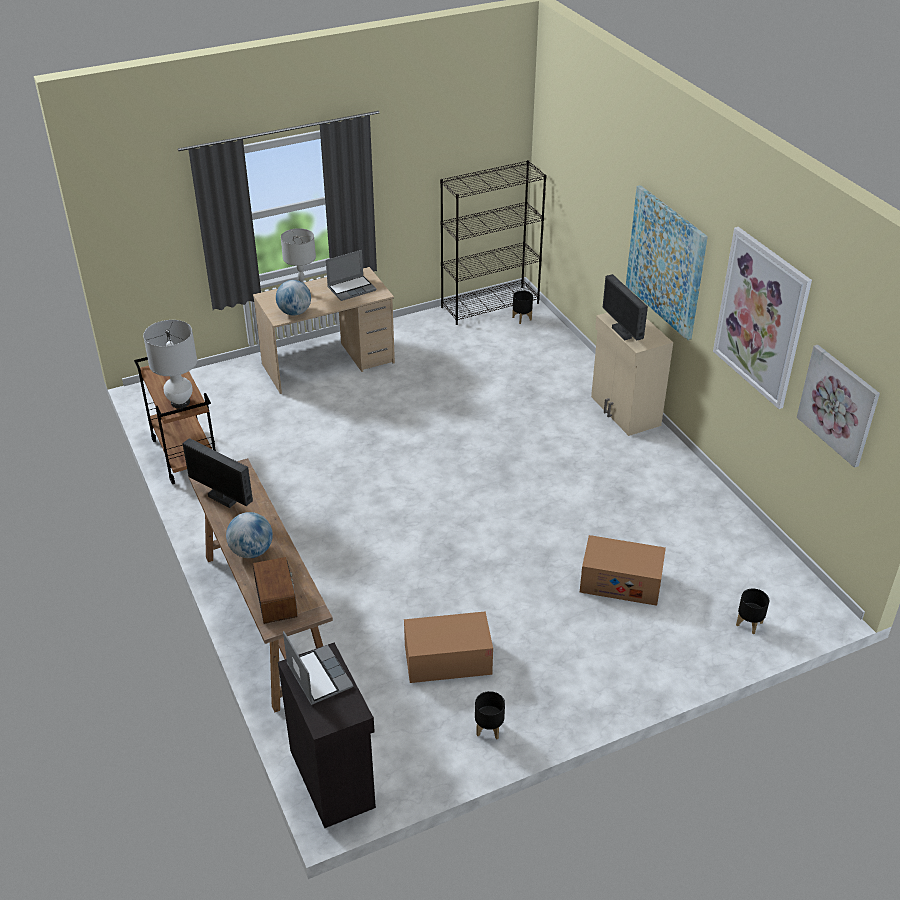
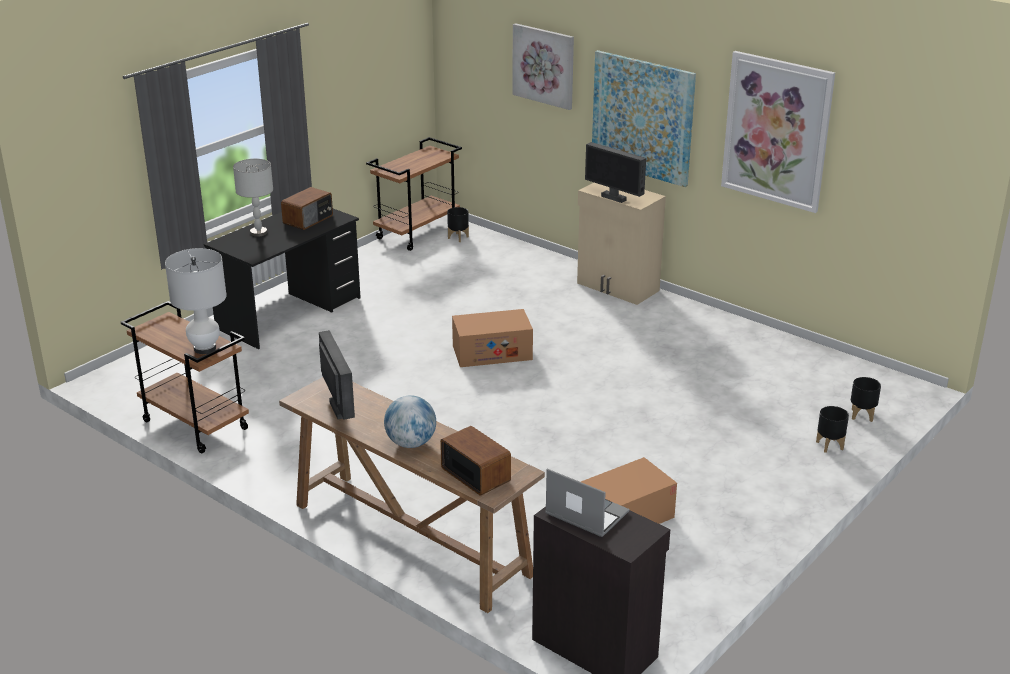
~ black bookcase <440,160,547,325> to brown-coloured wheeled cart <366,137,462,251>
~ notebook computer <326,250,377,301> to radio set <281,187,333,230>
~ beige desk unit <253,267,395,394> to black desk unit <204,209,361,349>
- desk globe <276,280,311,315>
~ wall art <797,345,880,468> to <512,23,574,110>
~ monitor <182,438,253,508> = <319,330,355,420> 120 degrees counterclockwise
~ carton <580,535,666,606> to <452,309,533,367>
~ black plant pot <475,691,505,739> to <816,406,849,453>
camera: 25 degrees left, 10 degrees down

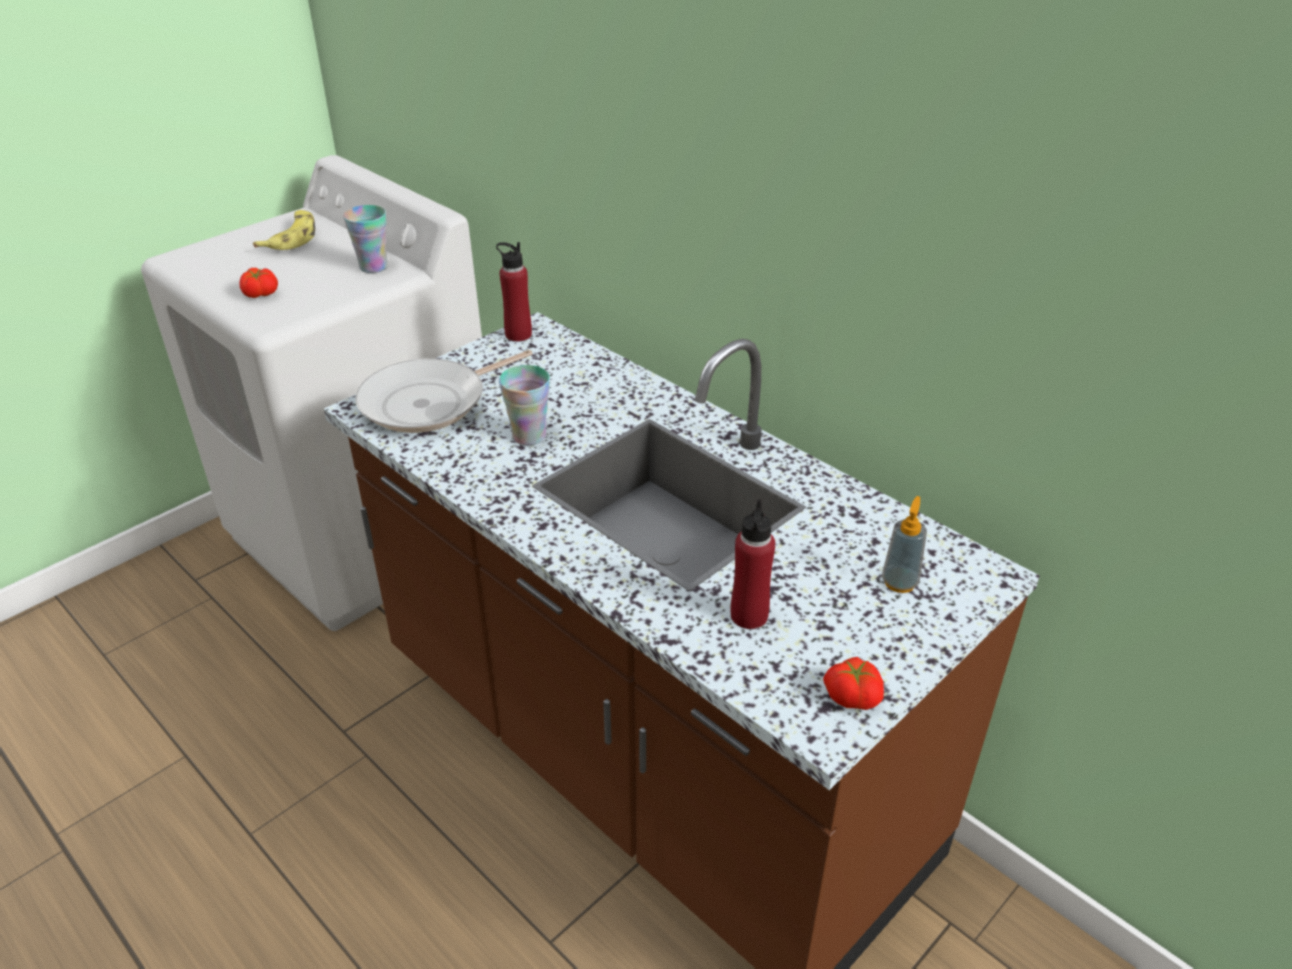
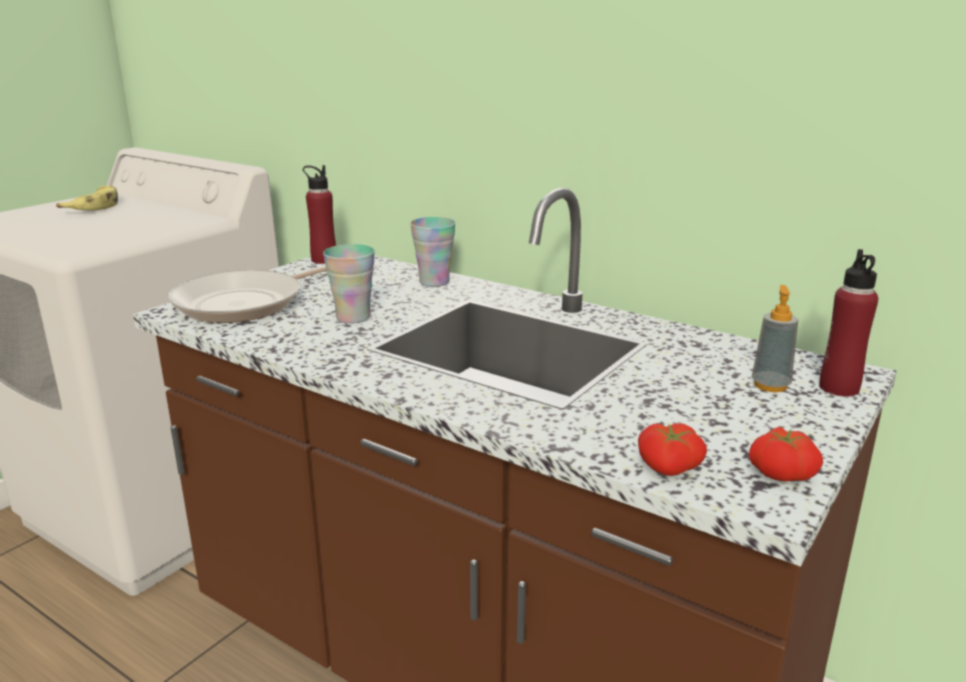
~ cup <343,205,388,273> to <410,217,455,287>
~ whole tomato <240,268,278,298> to <638,423,707,476>
~ red-coloured bottle <730,499,775,629> to <819,249,878,397>
camera: 10 degrees left, 15 degrees down

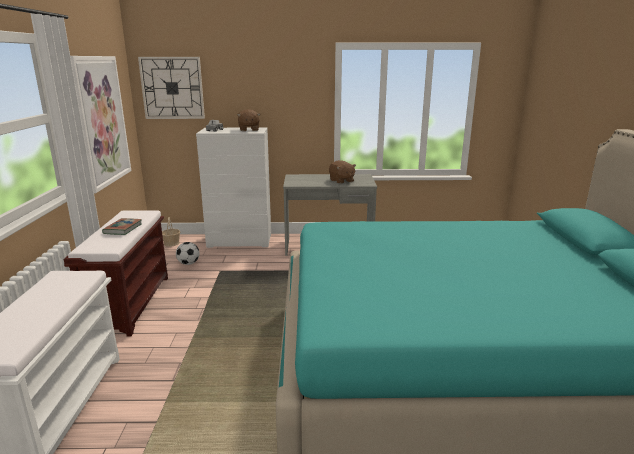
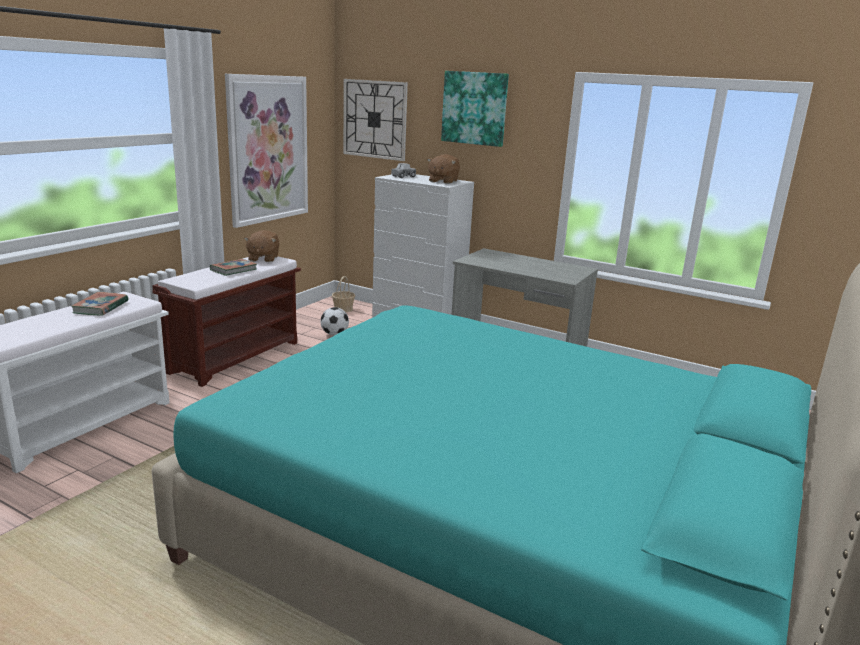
~ brown-coloured soft toy <329,160,356,184> to <244,230,280,262>
+ wall art <441,71,509,147>
+ bound book <71,292,129,316>
camera: 30 degrees right, 0 degrees up

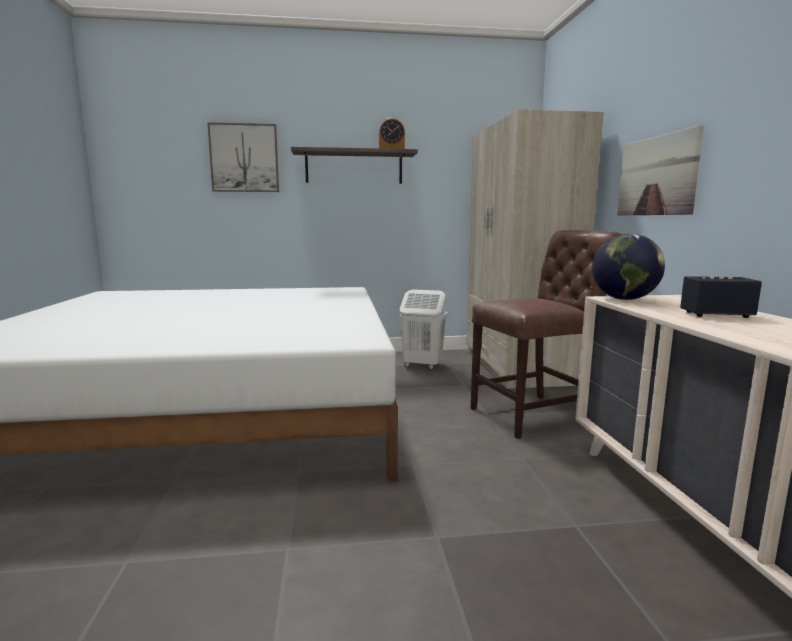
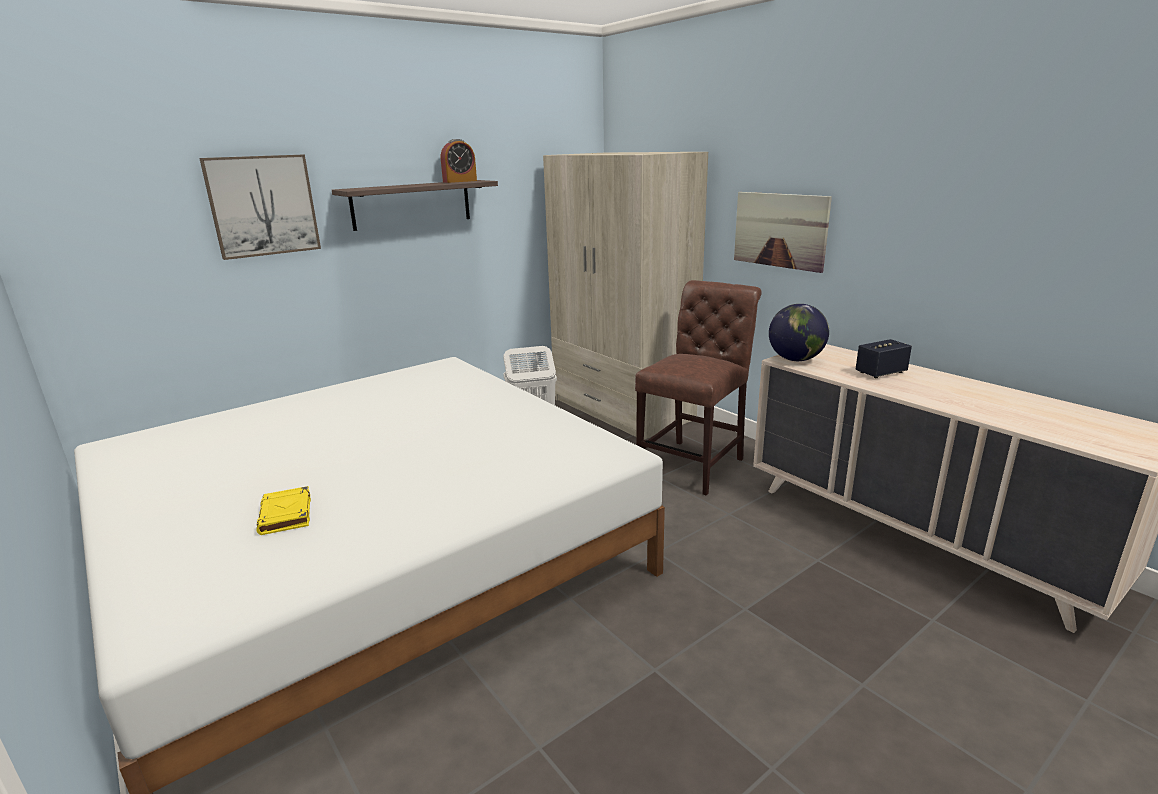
+ yellowish bound book <256,486,311,535>
camera: 30 degrees left, 10 degrees up

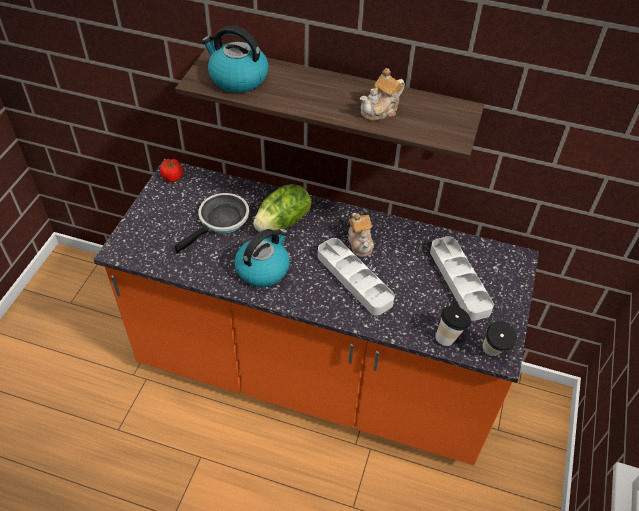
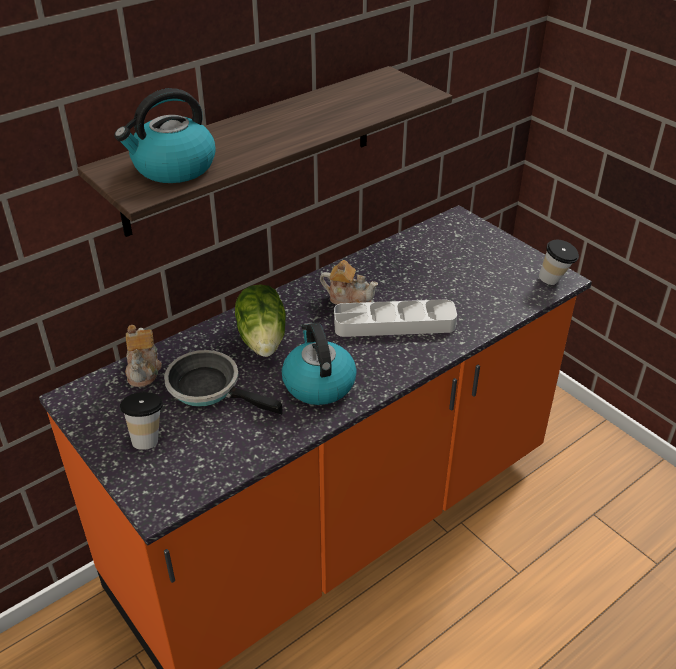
~ tea pot <360,68,405,121> to <125,325,162,387>
- whole tomato <160,159,183,182>
~ pan <175,193,249,253> = <164,350,283,415> 45 degrees counterclockwise
- greyish tray <430,236,494,321>
~ cup <435,306,471,346> to <120,392,163,450>
camera: 55 degrees left, 10 degrees down

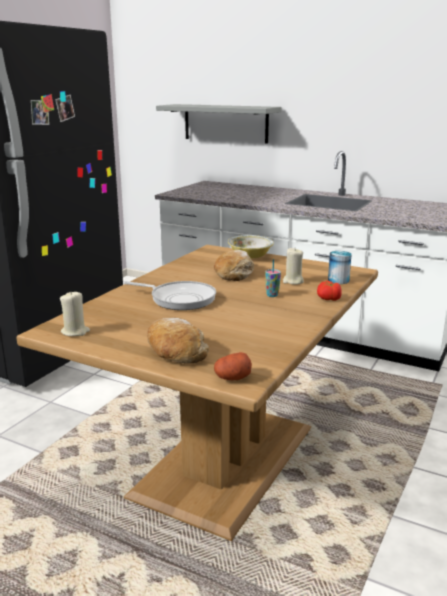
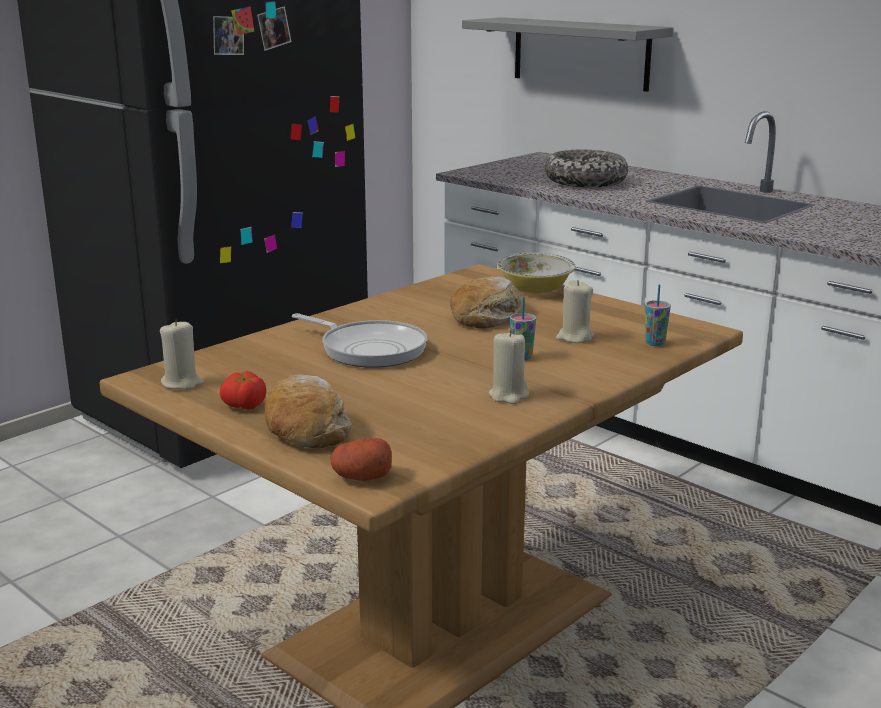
~ metal can <328,251,351,284> to cup <645,284,671,346>
~ whole tomato <317,281,342,301> to <220,371,266,410>
+ serving bowl <545,150,628,188>
+ beige wax candle <489,330,529,404>
camera: 15 degrees right, 0 degrees up

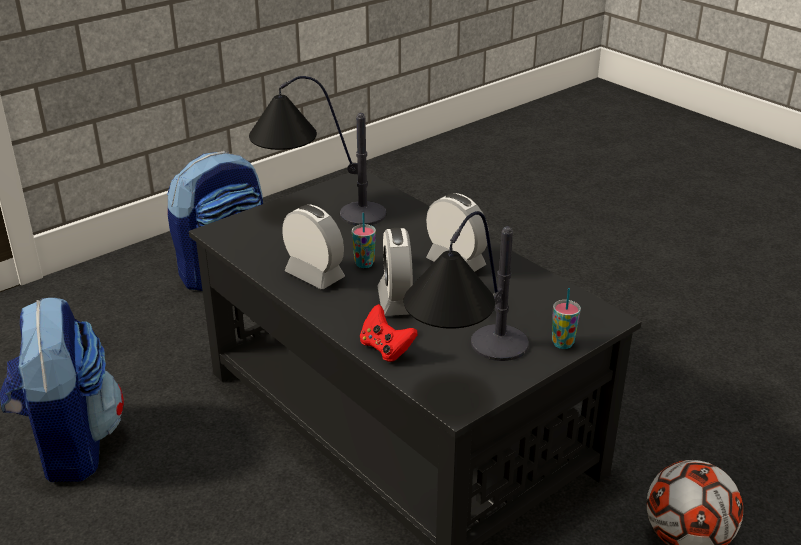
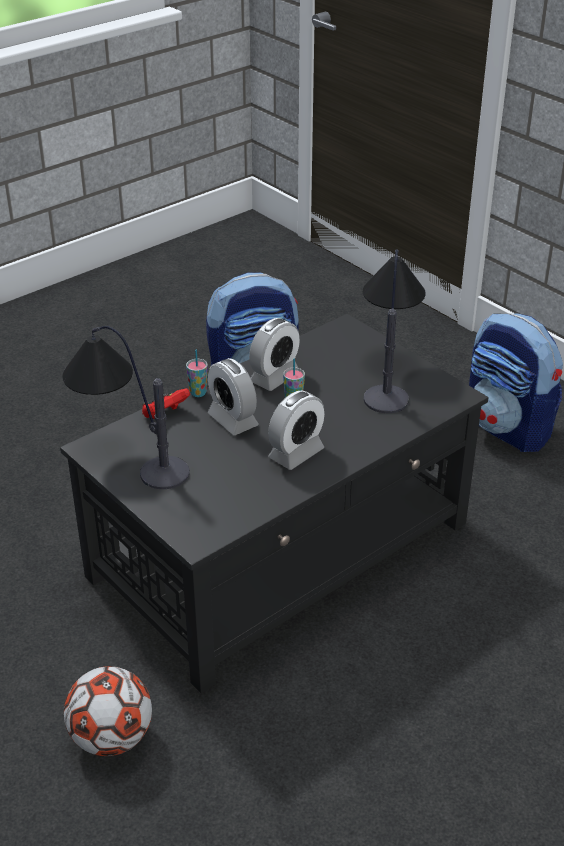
~ alarm clock <377,228,413,316> = <207,358,258,435> 120 degrees counterclockwise
~ cup <552,288,581,349> to <186,350,208,397>
camera: 90 degrees right, 5 degrees up

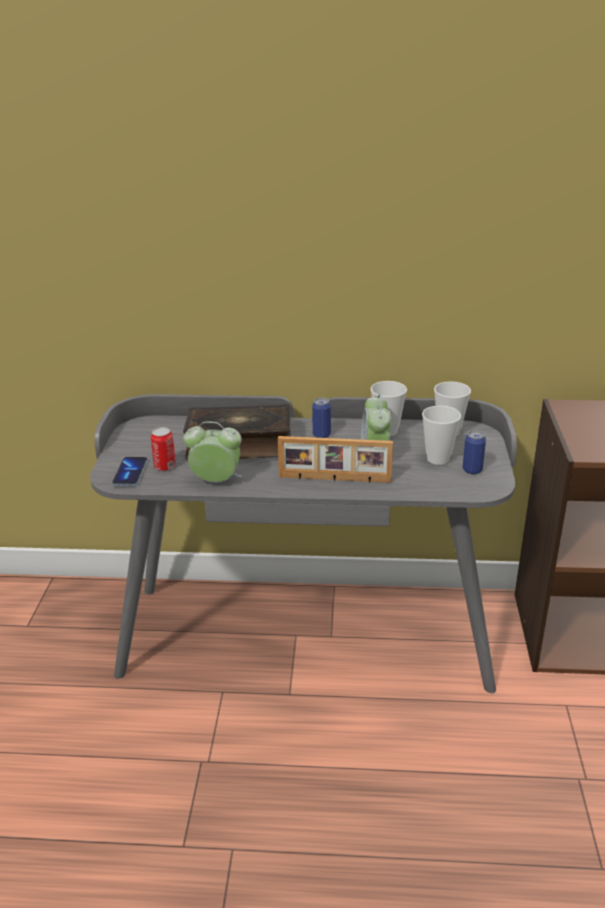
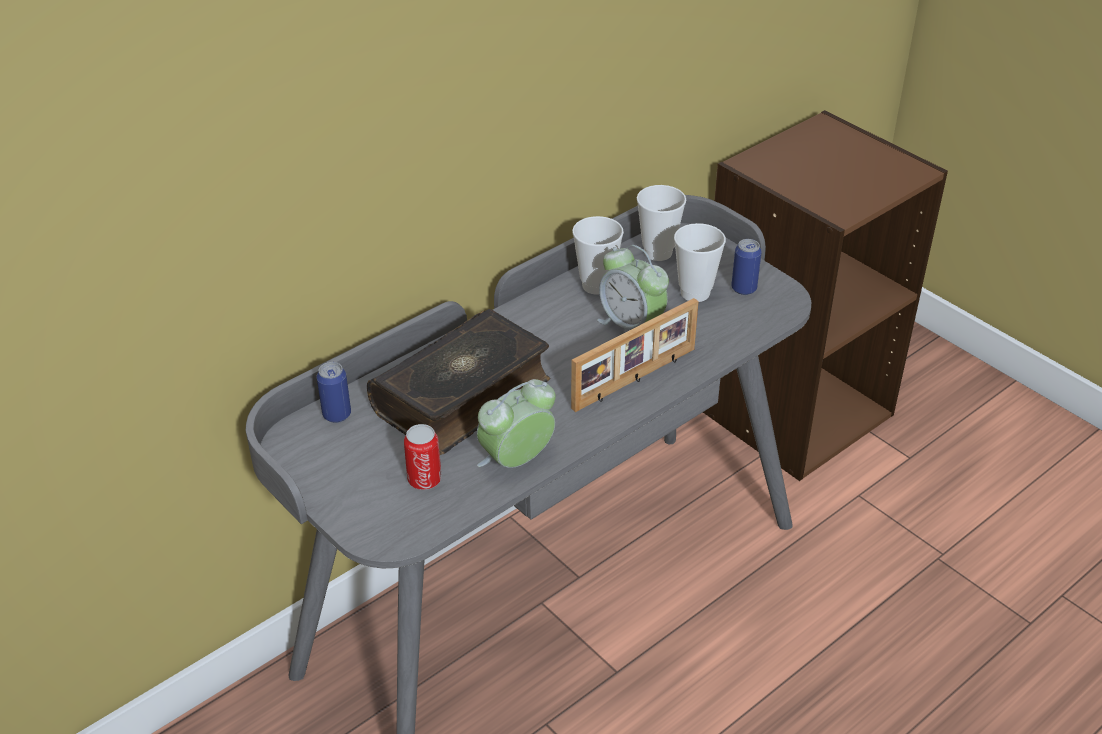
~ metal can <312,397,331,438> to <317,362,351,423>
- phone <112,457,148,486>
camera: 45 degrees left, 10 degrees up

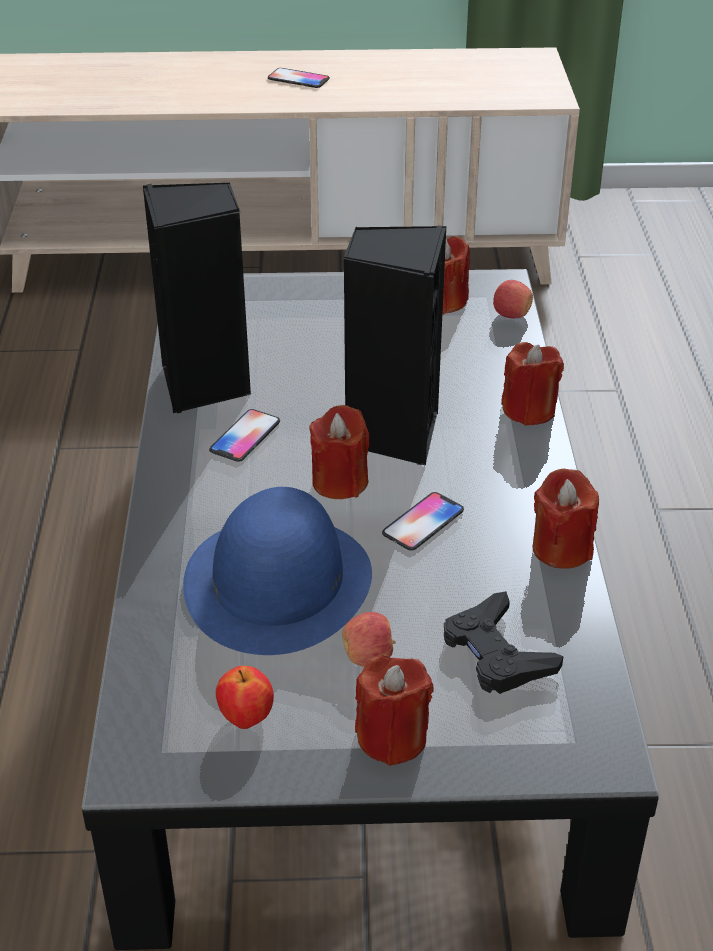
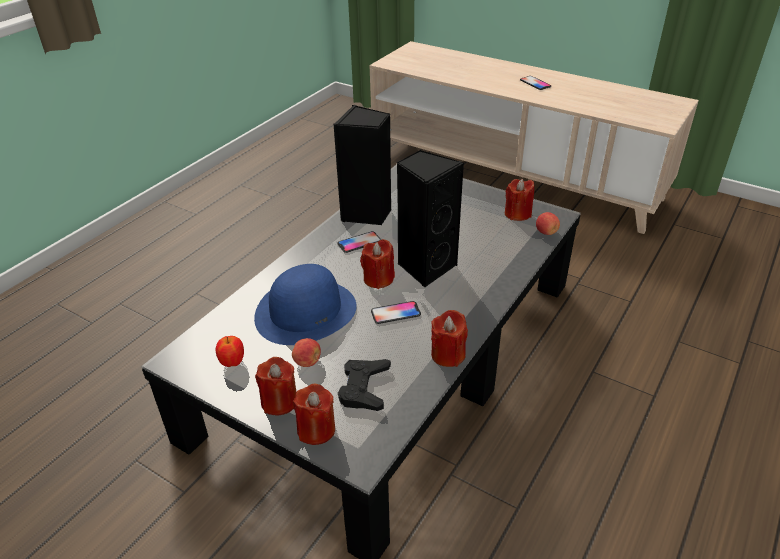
~ red-coloured wax candle <501,342,564,426> to <293,384,335,445>
camera: 35 degrees right, 0 degrees up

